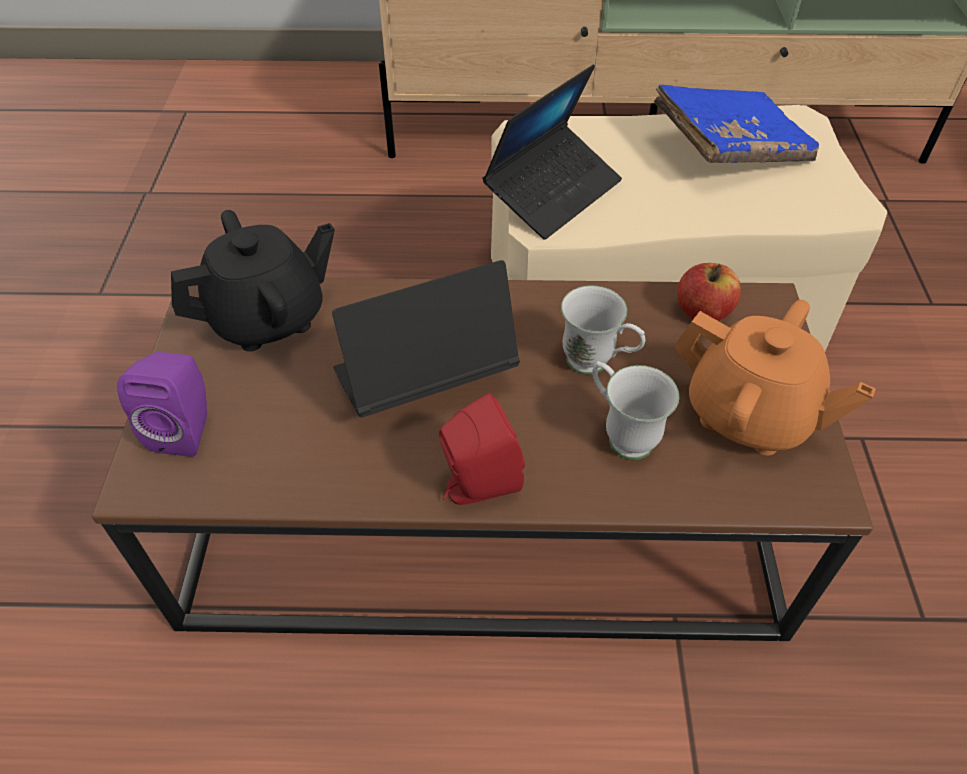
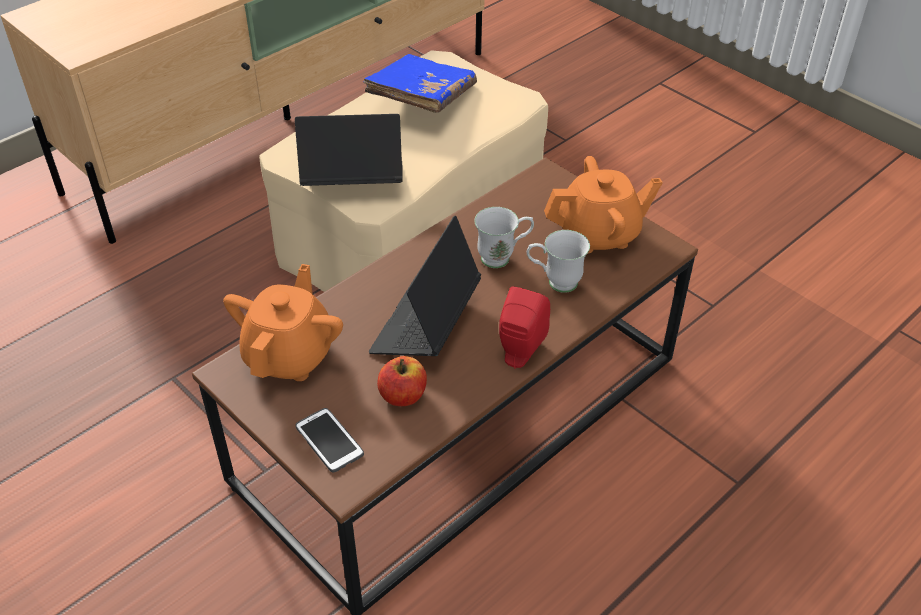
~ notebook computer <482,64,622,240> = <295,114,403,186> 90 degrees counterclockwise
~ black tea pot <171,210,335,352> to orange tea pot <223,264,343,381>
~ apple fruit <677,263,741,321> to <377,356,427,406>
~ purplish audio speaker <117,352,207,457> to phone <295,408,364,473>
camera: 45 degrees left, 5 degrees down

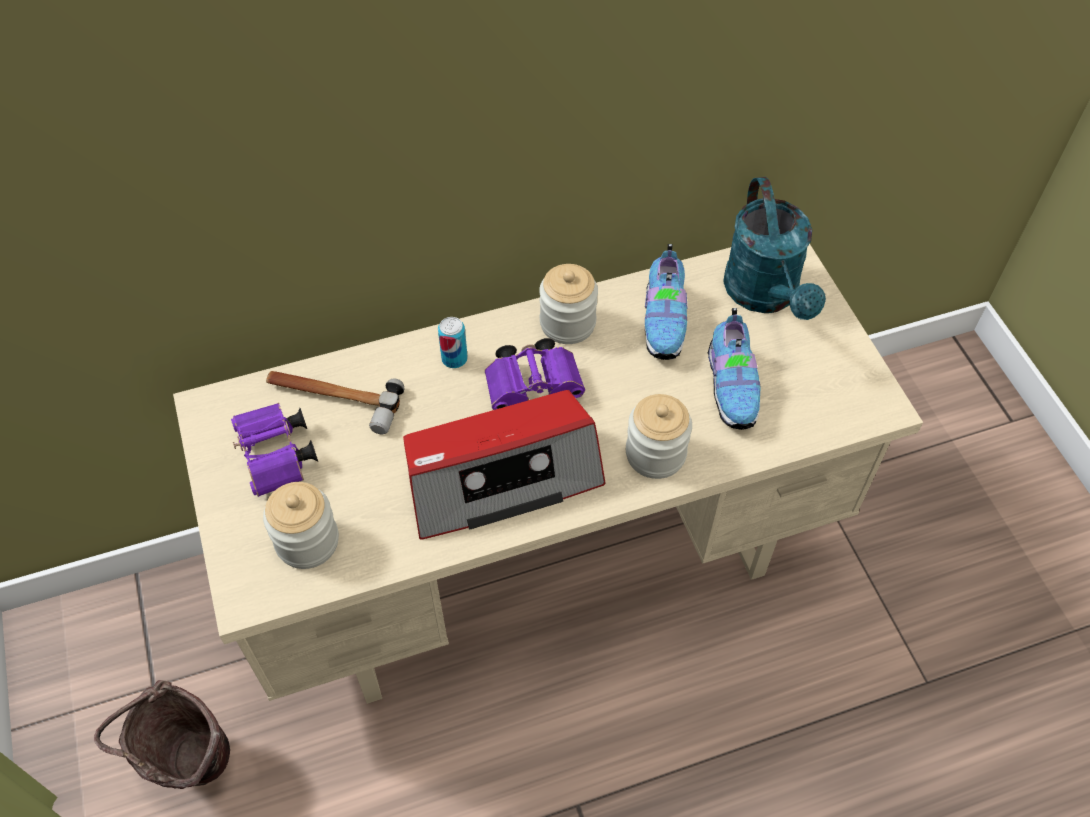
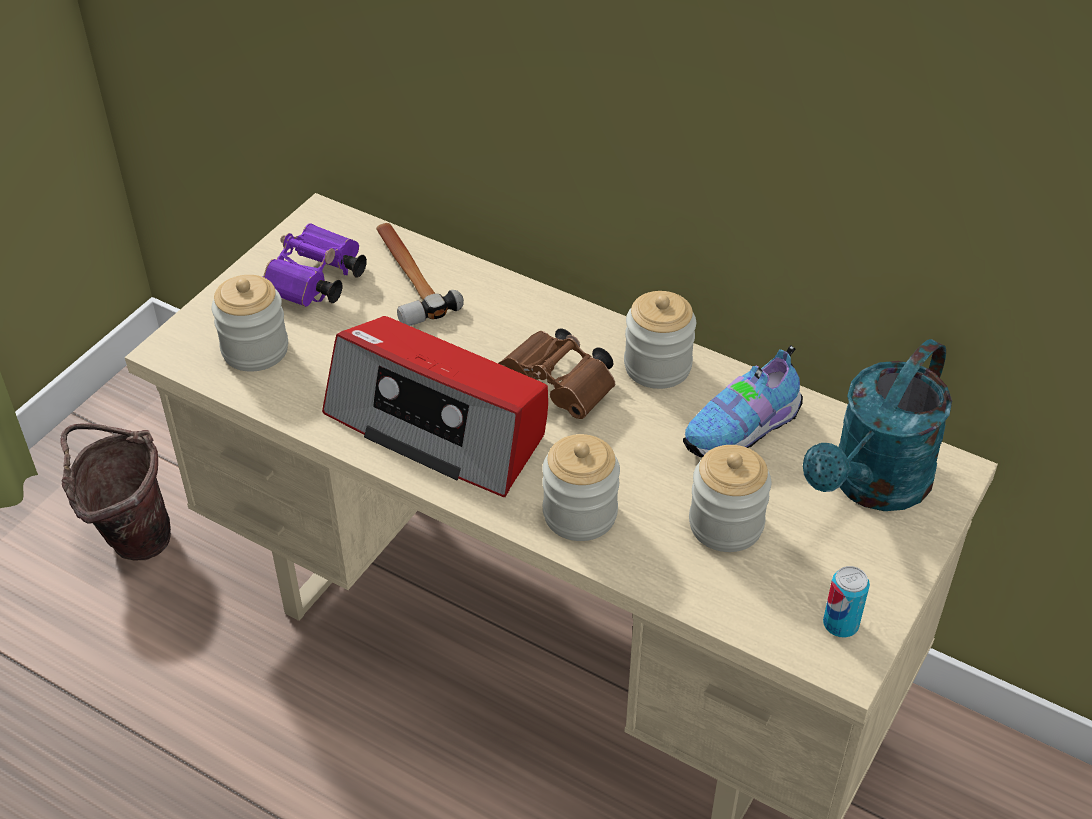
~ shoe <708,308,761,430> to jar <689,445,771,552>
~ metal can <438,317,468,368> to <823,566,870,637>
~ purplish pair of binoculars <484,338,585,410> to brown-coloured pair of binoculars <498,328,615,419>
camera: 50 degrees right, 10 degrees down

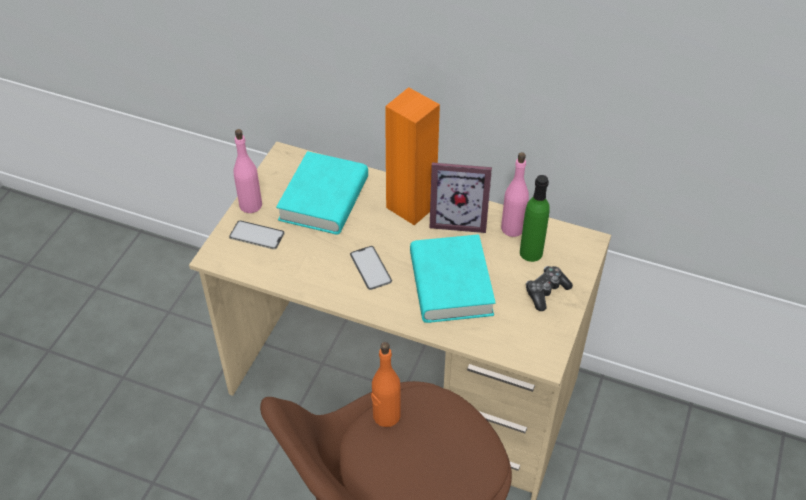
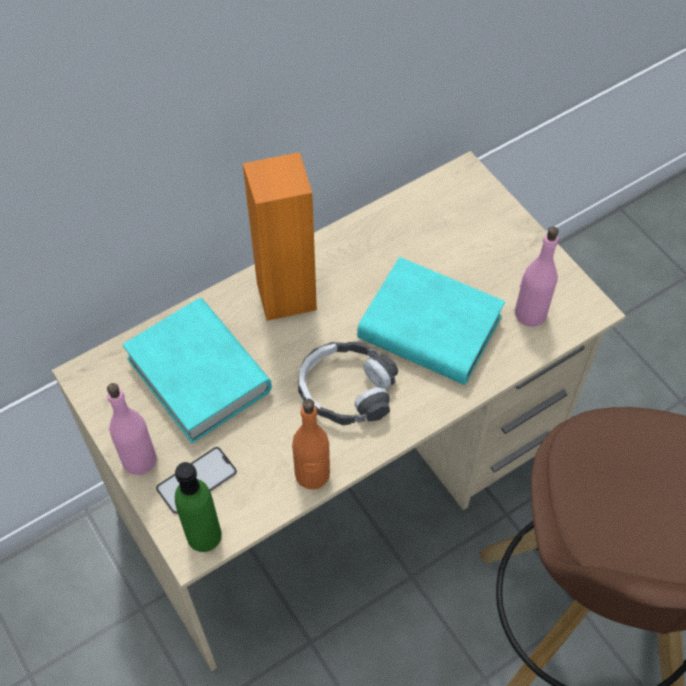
~ pink bottle <501,152,529,237> to <515,226,559,327>
- standing frame <430,162,492,233>
~ green-coloured bottle <520,175,550,262> to <175,462,222,552>
~ phone <350,246,392,290> to headset <298,342,398,425>
- joypad <526,266,573,311>
~ orange bottle <371,342,401,427> to <292,399,330,490>
camera: 55 degrees left, 10 degrees up

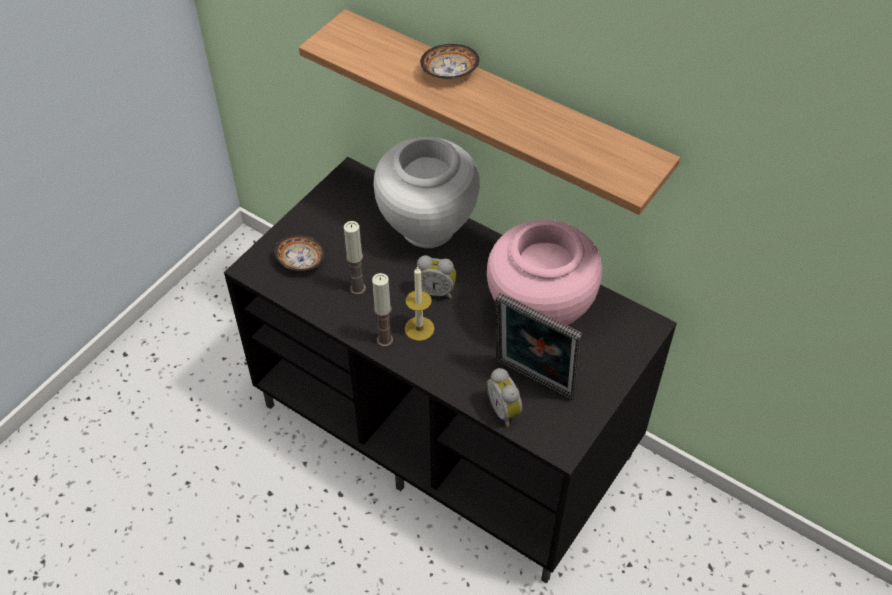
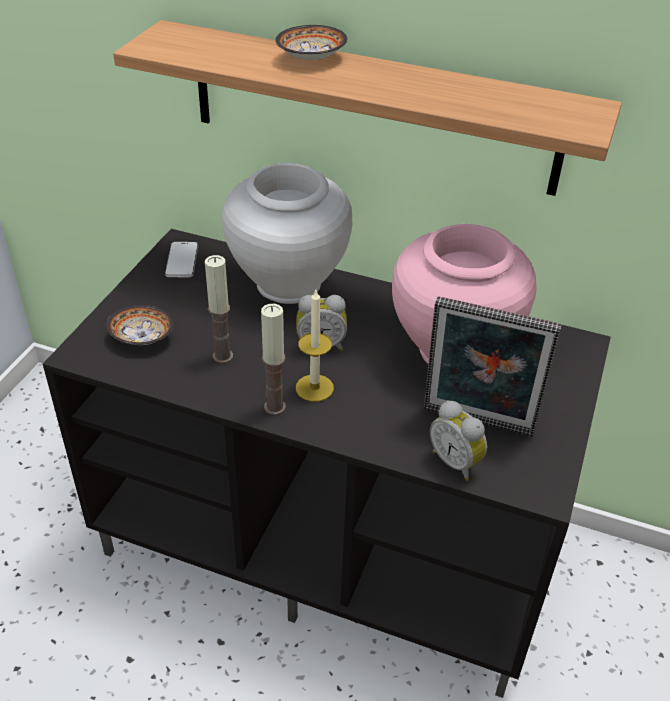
+ phone <165,242,198,277>
camera: 15 degrees left, 10 degrees down

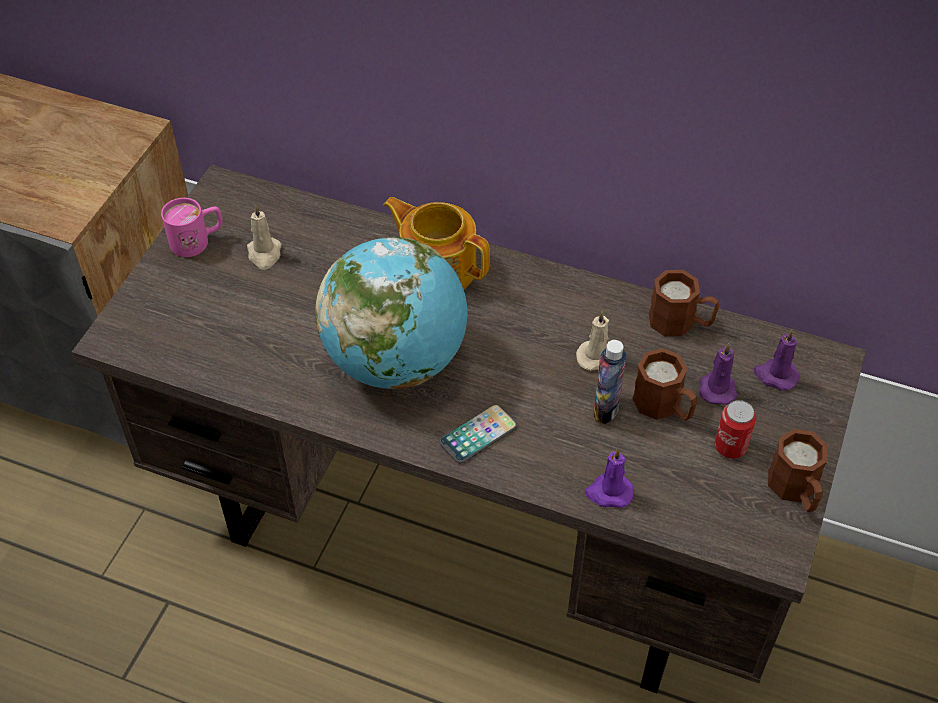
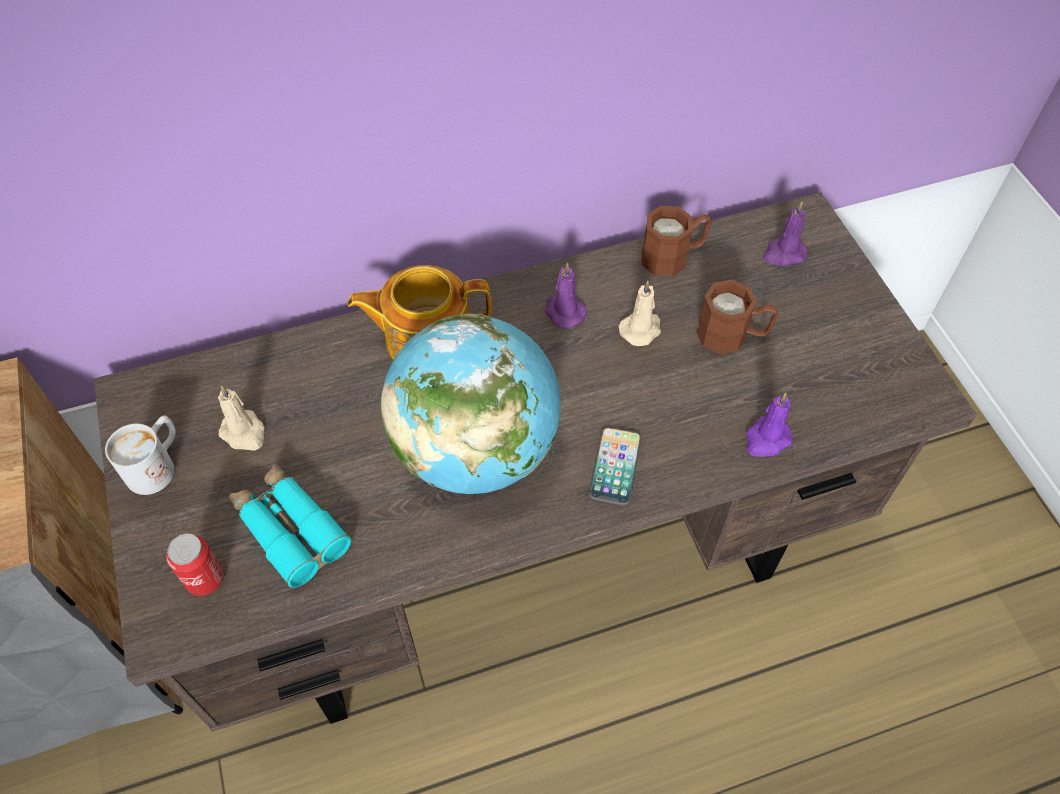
~ pink tea mug <161,198,223,257> to white tea mug <105,415,176,495>
- bottle <593,340,627,424>
~ purplish wax candle <699,343,737,405> to <545,262,587,329>
~ metal can <715,400,756,459> to <166,534,224,596>
- brown-coloured tea mug <768,429,828,512>
+ blue-green pair of binoculars <229,464,351,588>
camera: 40 degrees left, 5 degrees up

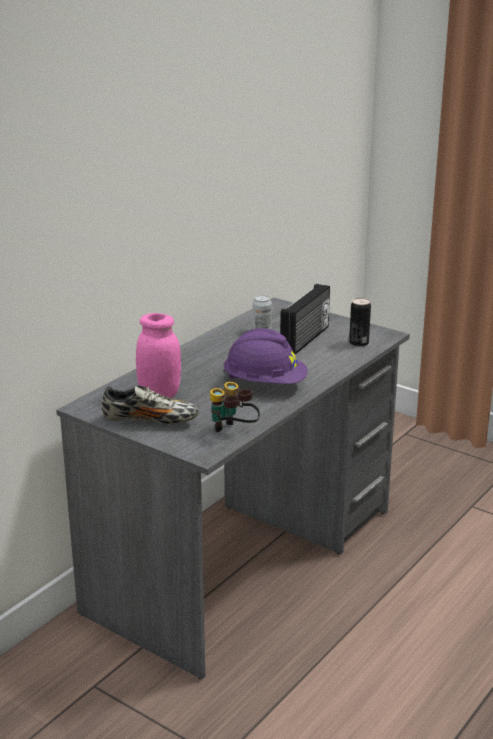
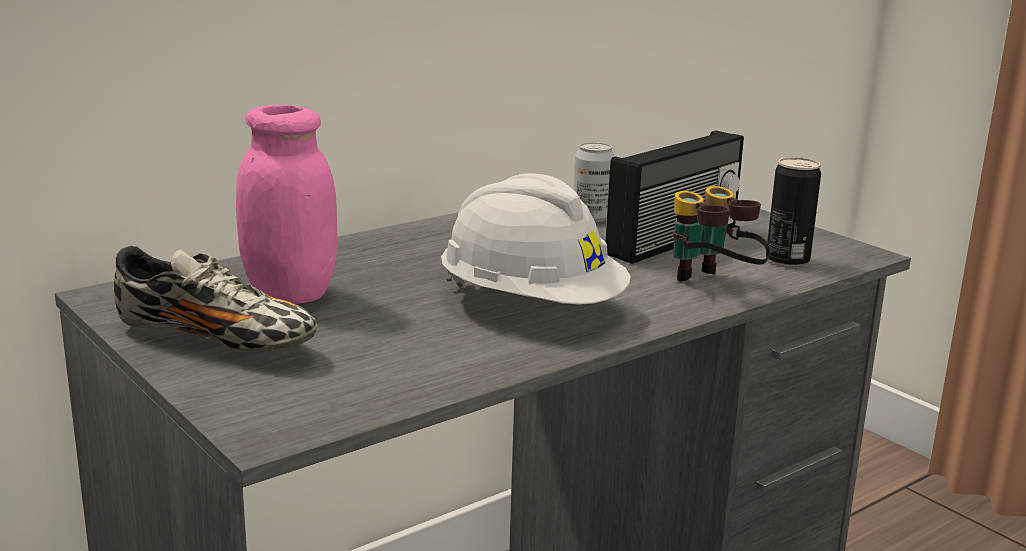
~ purplish safety helmet <223,328,308,384> to white safety helmet <441,173,631,305>
~ pair of binoculars <210,382,260,432> to <673,186,771,282>
camera: 15 degrees right, 5 degrees down

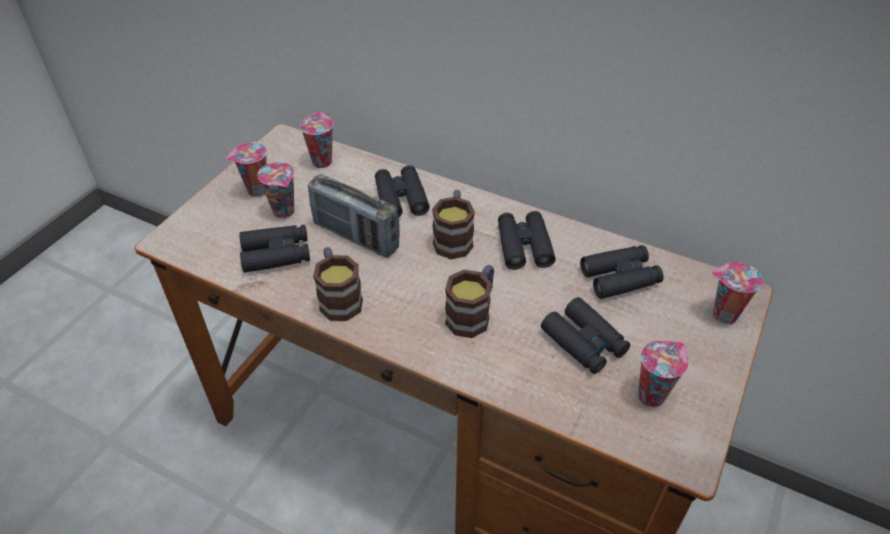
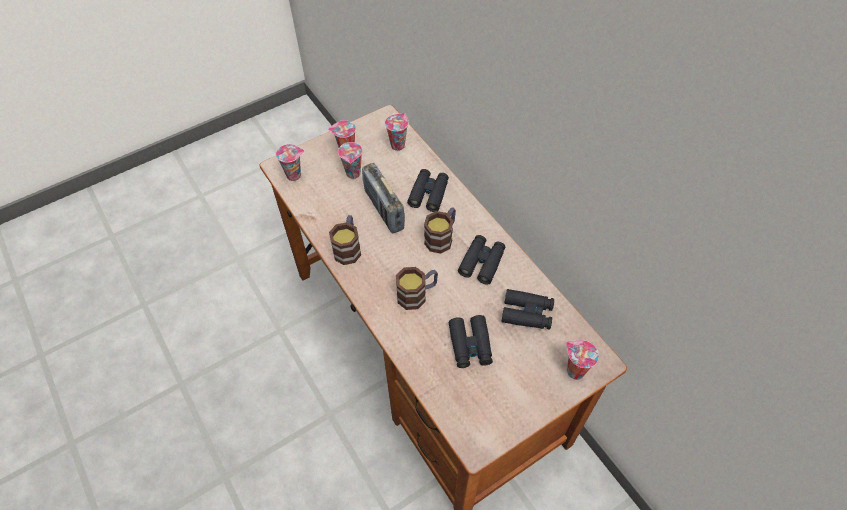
- black pair of binoculars <239,225,310,273>
~ cup <638,340,688,407> to <276,144,304,181>
camera: 30 degrees right, 10 degrees up

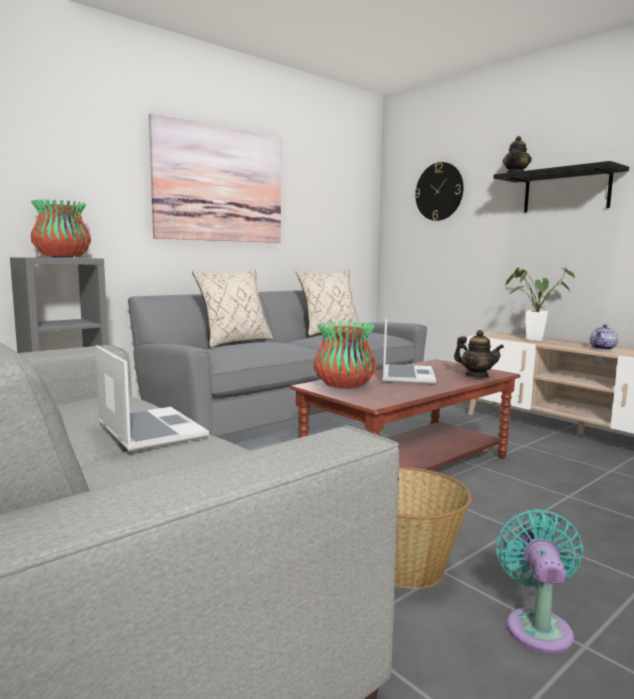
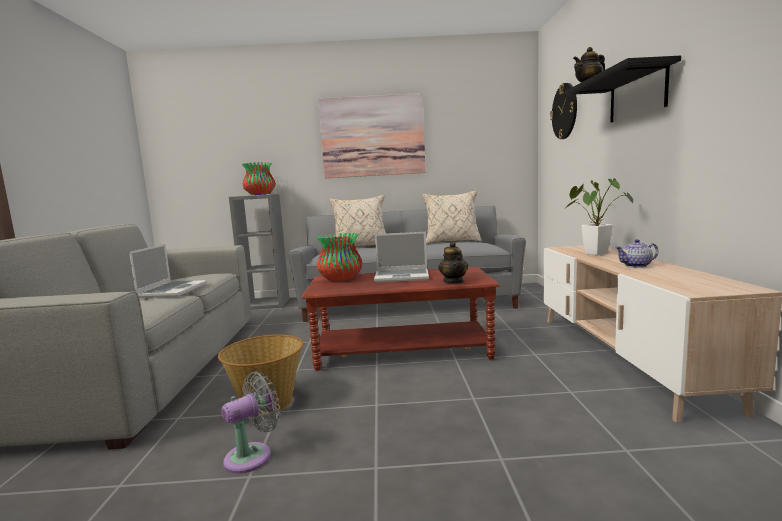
~ notebook computer <383,319,436,384> = <374,232,429,282> 45 degrees clockwise
~ blue-green cooling fan <496,509,584,654> to greyish cooling fan <221,371,280,474>
camera: 40 degrees right, 0 degrees up

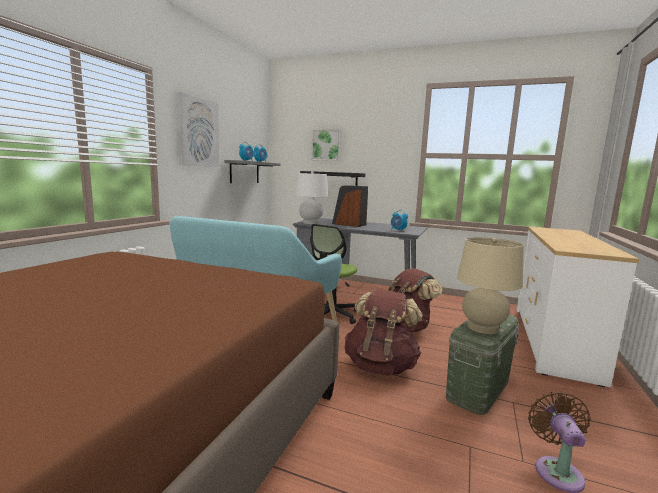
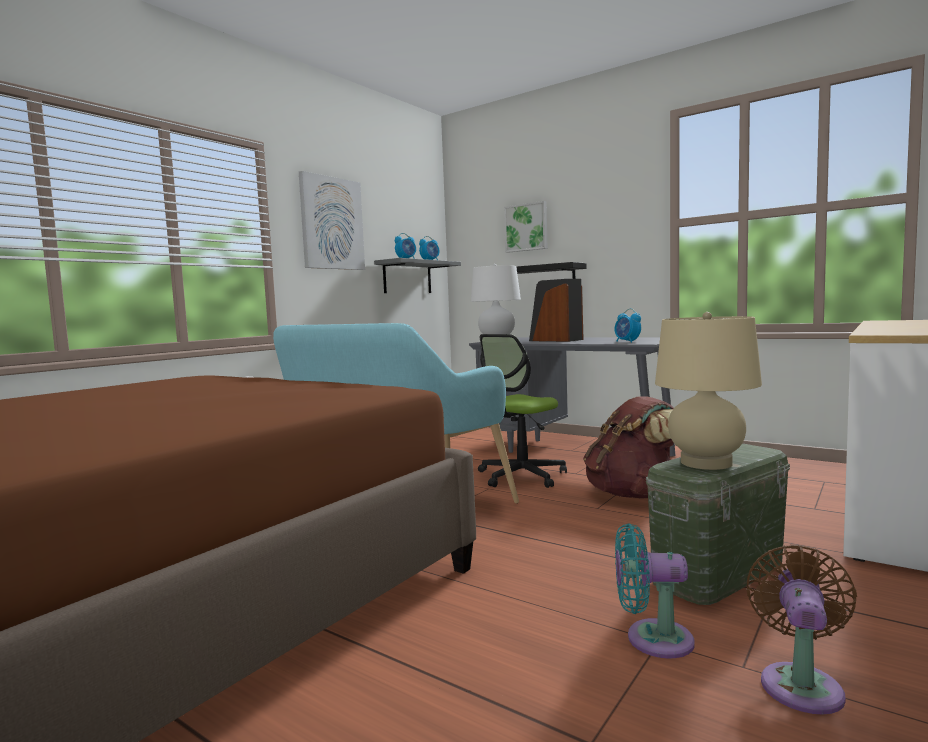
- brown-coloured backpack <344,289,422,376>
+ blue-green cooling fan <615,524,695,659>
camera: 15 degrees right, 5 degrees down

